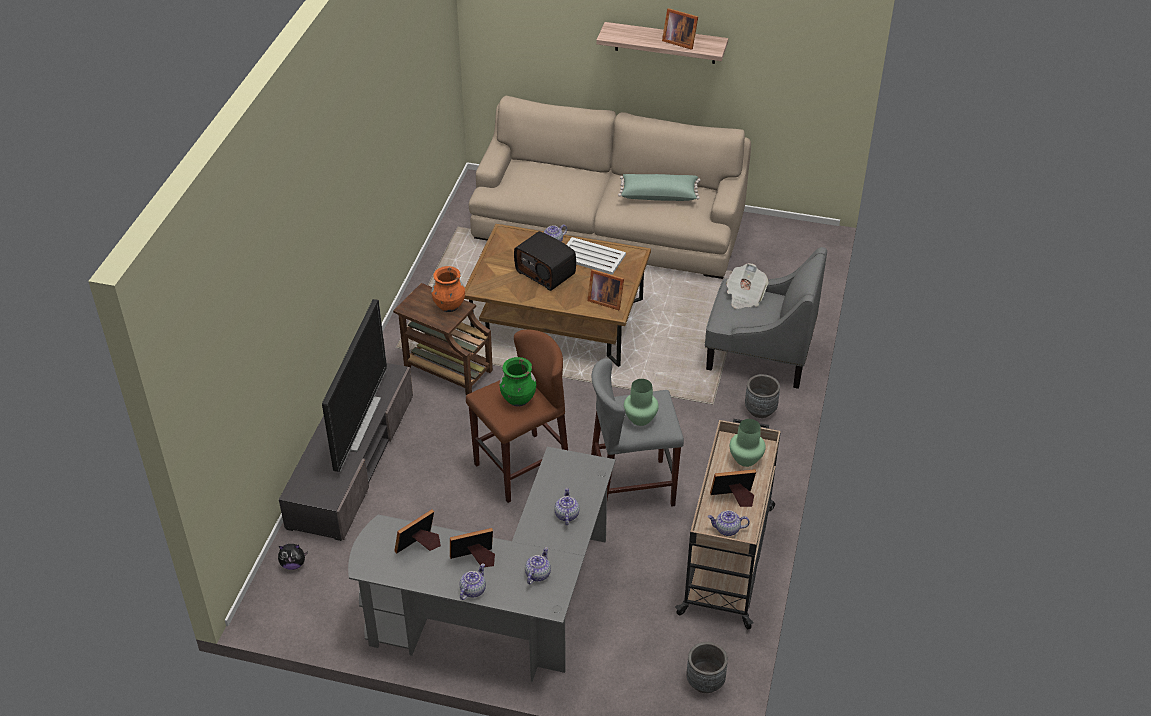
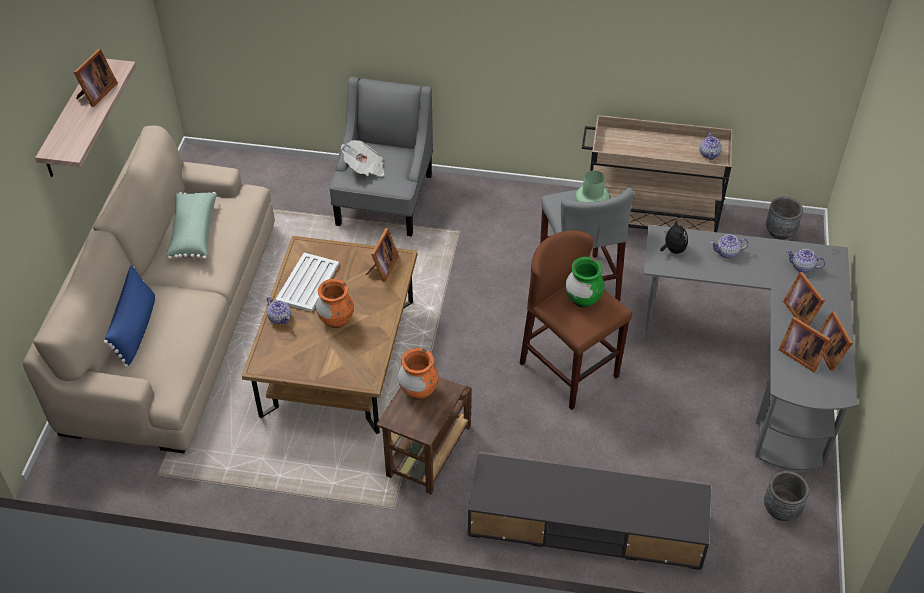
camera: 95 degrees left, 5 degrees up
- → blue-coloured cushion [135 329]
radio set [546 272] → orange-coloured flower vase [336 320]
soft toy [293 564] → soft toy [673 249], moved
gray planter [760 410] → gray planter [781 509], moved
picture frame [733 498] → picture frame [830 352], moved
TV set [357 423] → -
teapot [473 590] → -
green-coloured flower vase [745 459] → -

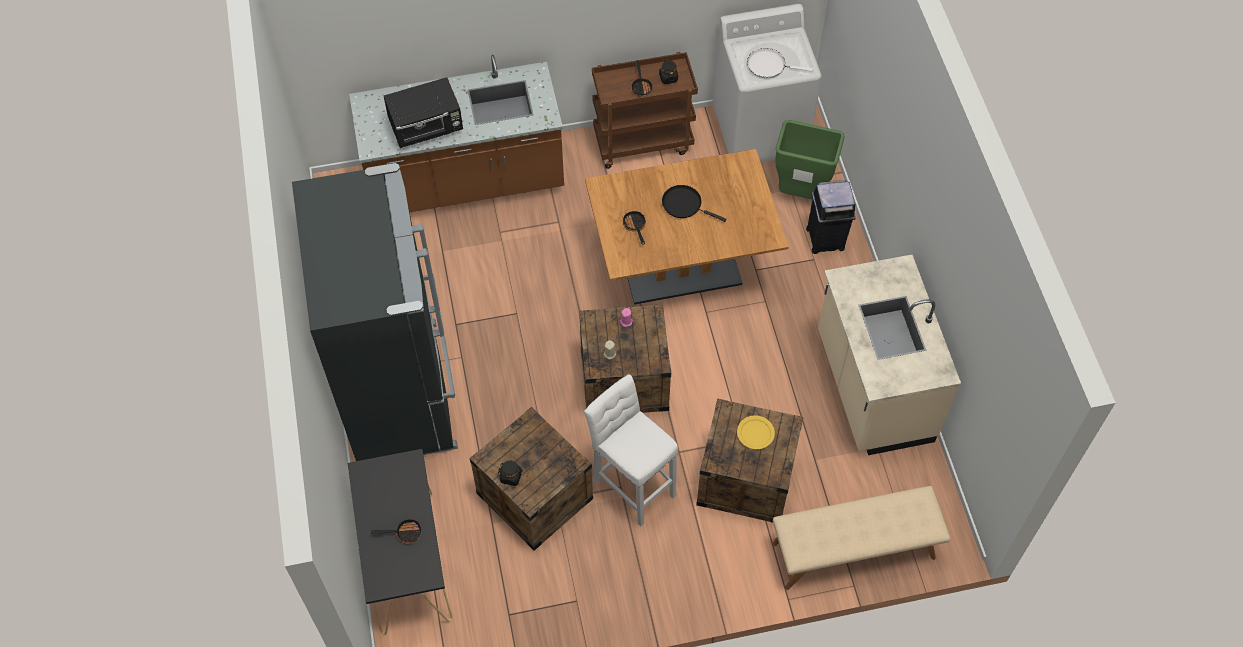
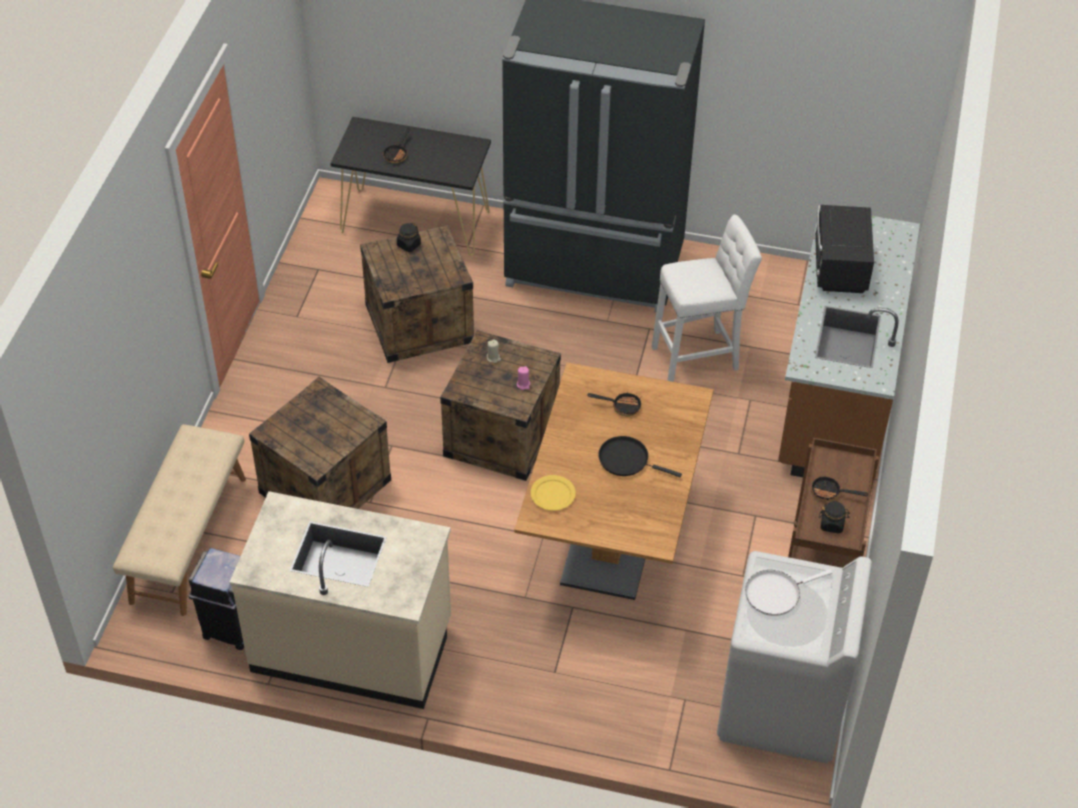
camera: 115 degrees right, 10 degrees down
black trash can [826 239] → black trash can [230 628], moved
yellowish plate [755 433] → yellowish plate [553 494], moved
black frying pan [684 204] → black frying pan [627 460], 120 degrees counterclockwise
white stool [631 484] → white stool [699 356], moved
white frying pan [769 65] → white frying pan [775 593], 150 degrees counterclockwise
green-coloured trash can [801 194] → -

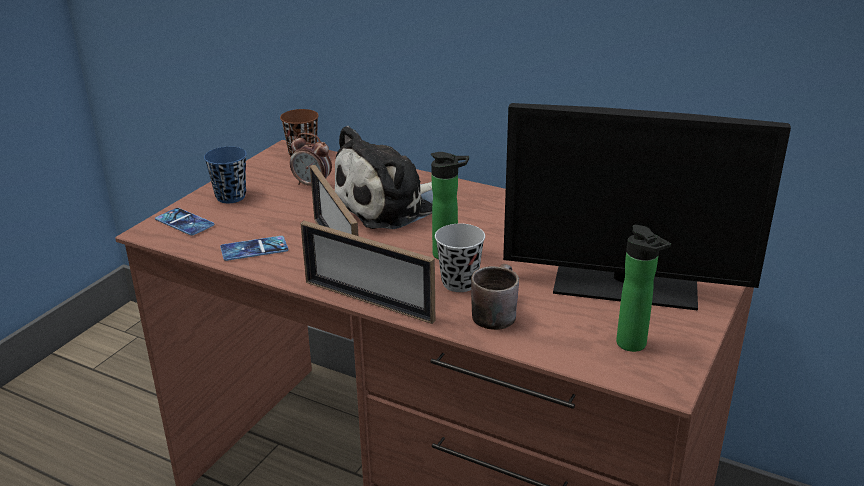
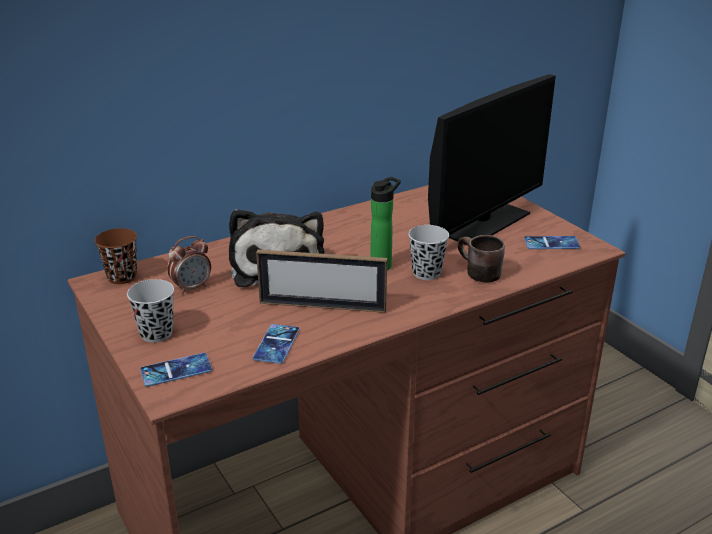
camera: 60 degrees left, 0 degrees up
blue-coloured small cup [231 197] → black small cup [156 333]
beverage bottle [634 346] → telephone [551 243]
picture frame [368 301] → -

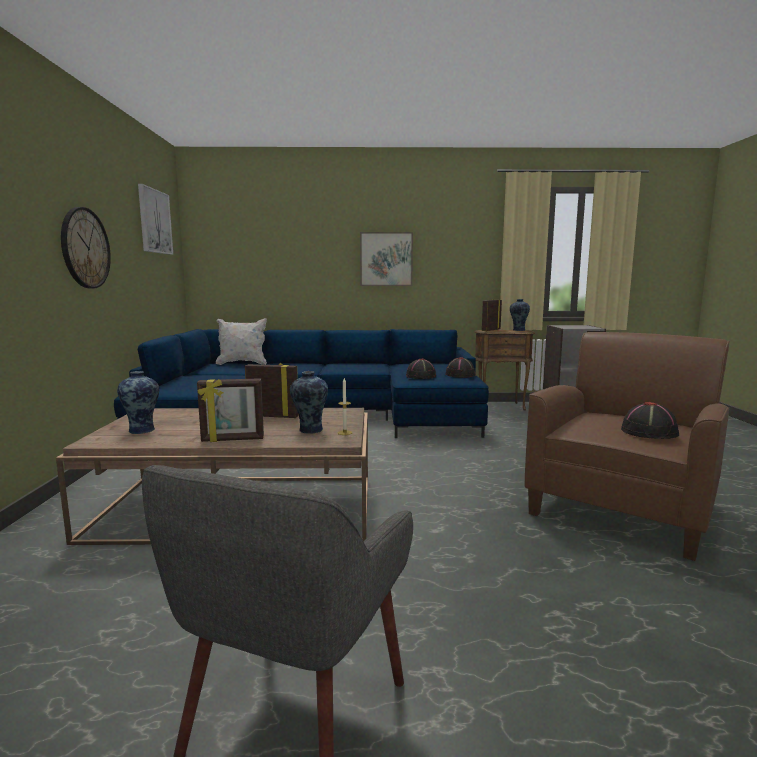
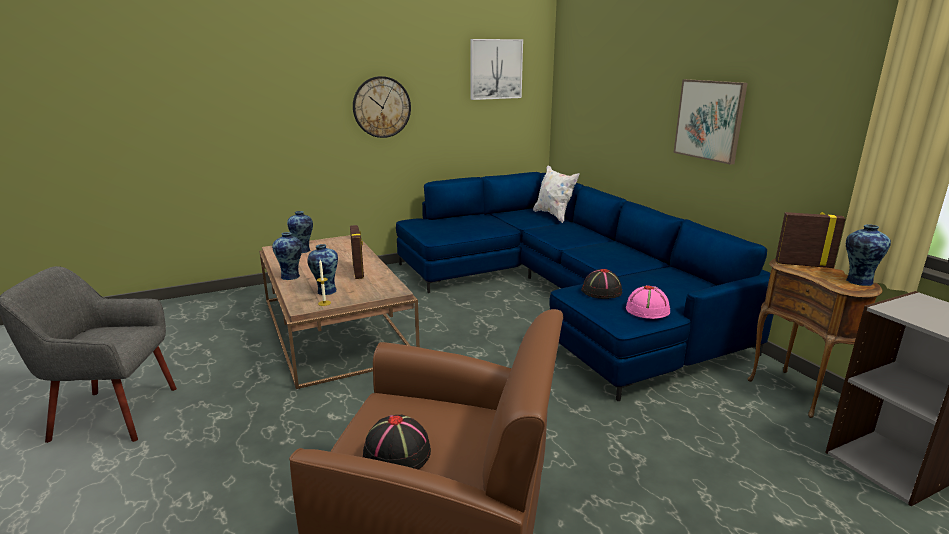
camera: 65 degrees right, 10 degrees up
picture frame [232 440] → flower vase [291 276]
black clothing hat [460 374] → pink-coloured clothing hat [647 310]

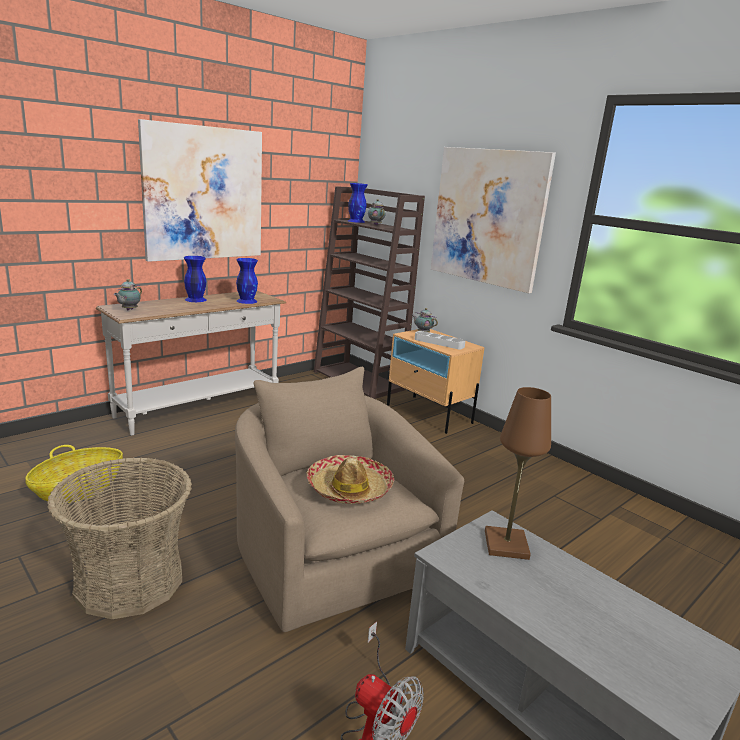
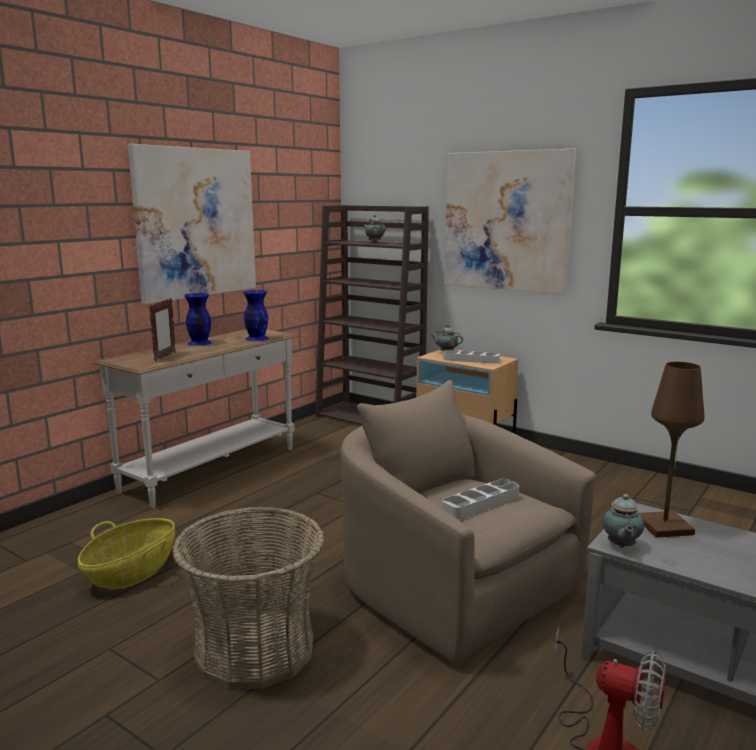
camera: 10 degrees left, 5 degrees down
- → picture frame [164 357]
clothing hat [349 489] → gray serving tray [481 503]
teapot [128 310] → teapot [620 546], moved
blue-coloured flower vase [356 221] → -

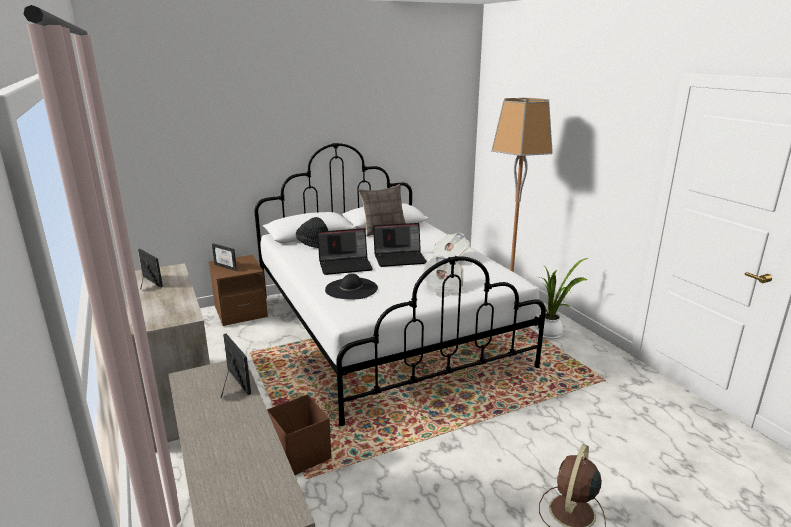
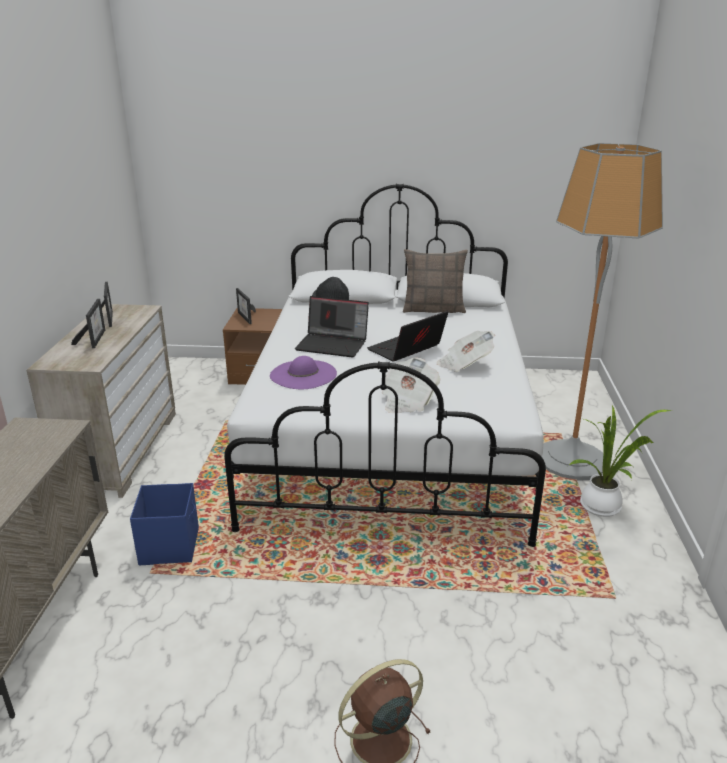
camera: 30 degrees right, 5 degrees up
picture frame [233 382] → picture frame [94 338], moved
brown storage box [300 454] → blue-coloured storage box [170 545]
black clothing hat [351 289] → purple-coloured clothing hat [303 374]
laptop [400 258] → laptop [406 350], 120 degrees clockwise

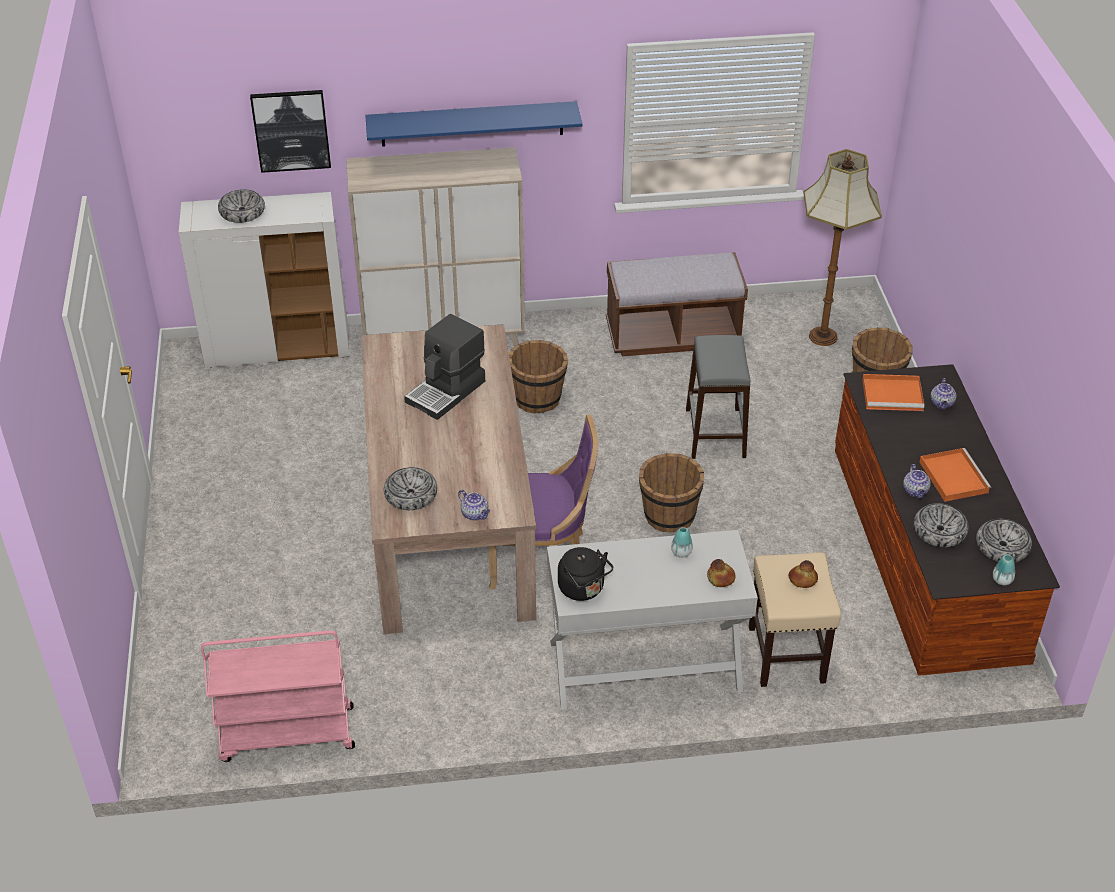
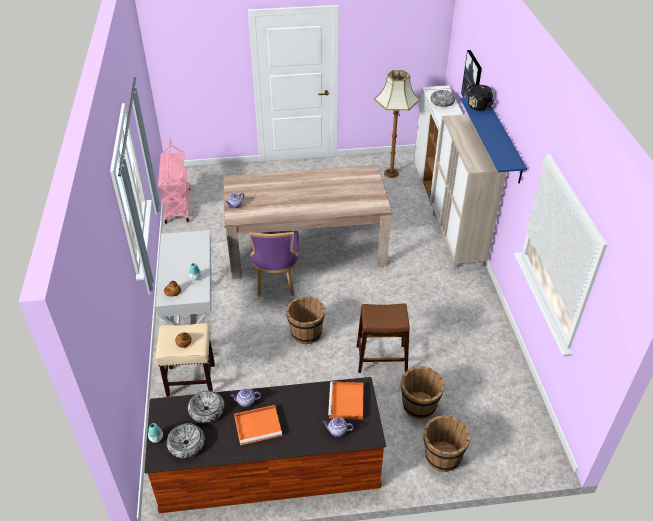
camera: 90 degrees right, 0 degrees up
gray stool [716 433] → brown stool [381 359]
standard lamp [822 337] → standard lamp [390 173], moved
brown pail [538 398] → brown pail [419 406], moved
black tea kettle [583 589] → black tea kettle [478 107], moved
deep dish [411 495] → -
coffee brewer [447 391] → -
brown long seat [672 336] → -

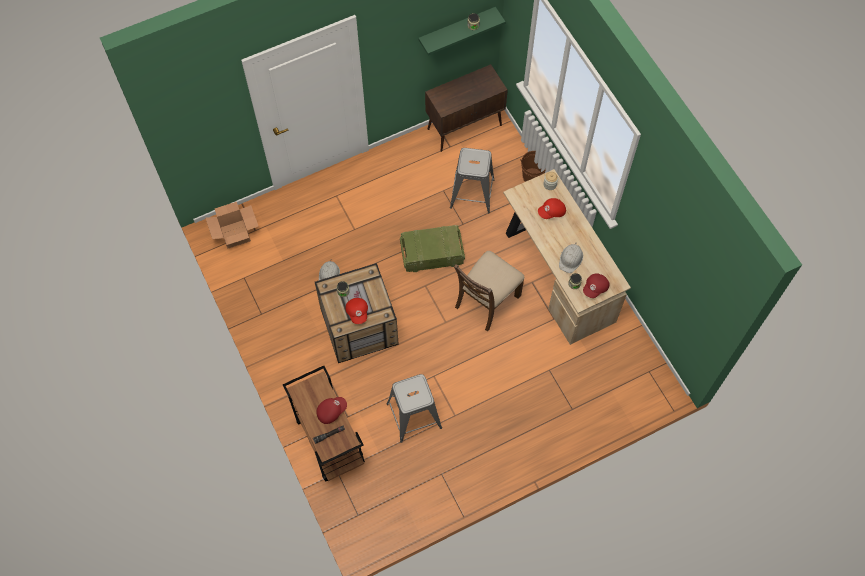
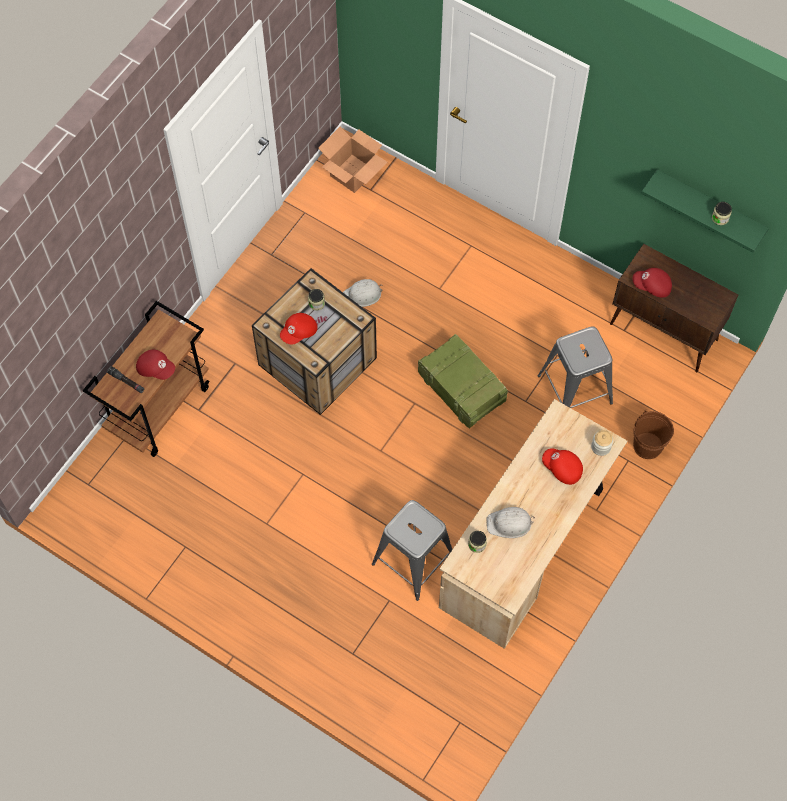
camera: 60 degrees right, 0 degrees up
gray stool [414 415] → gray stool [414 560], moved
red baseball cap [595 288] → red baseball cap [652 286], moved
brown chair [486 301] → -

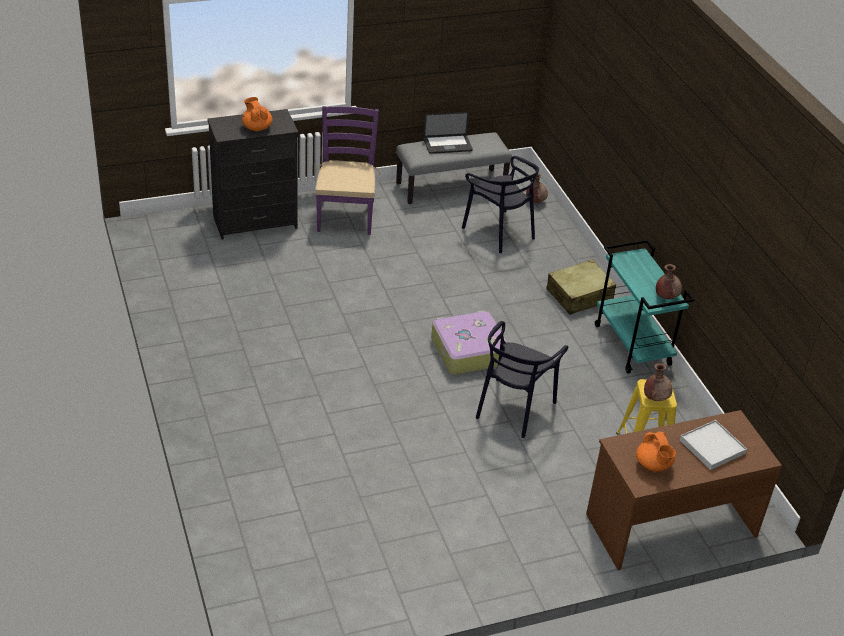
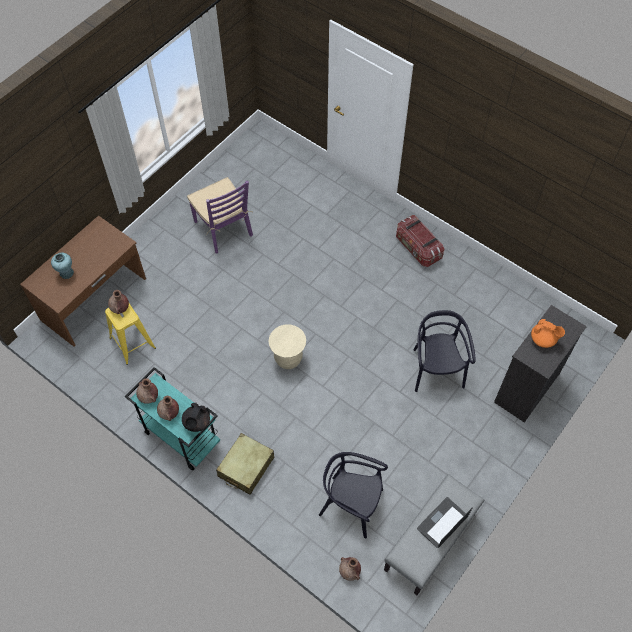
camera: 150 degrees right, 20 degrees up
white serving tray [712 447] → turquoise-coloured flower vase [66 273]
- → brown flower vase [169 413]
- → black teapot [196 423]
purple-coloured chair [345 215] → purple-coloured chair [223 228], moved
piece of luggage [468 351] → sand-coloured stool [288 358]
- → storage box [417 248]
black chair [513 408] → black chair [436 369], moved
orange-coloured teapot [653 465] → -

